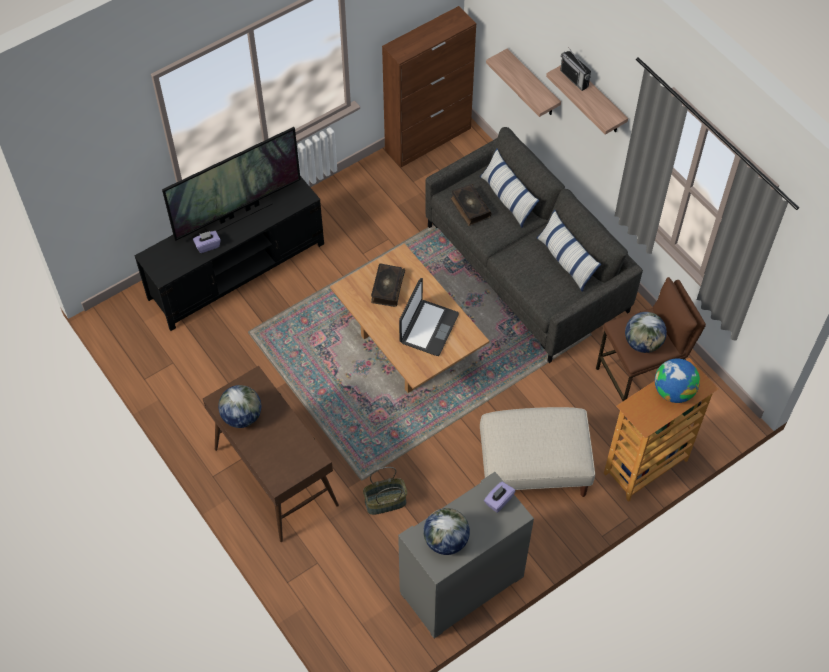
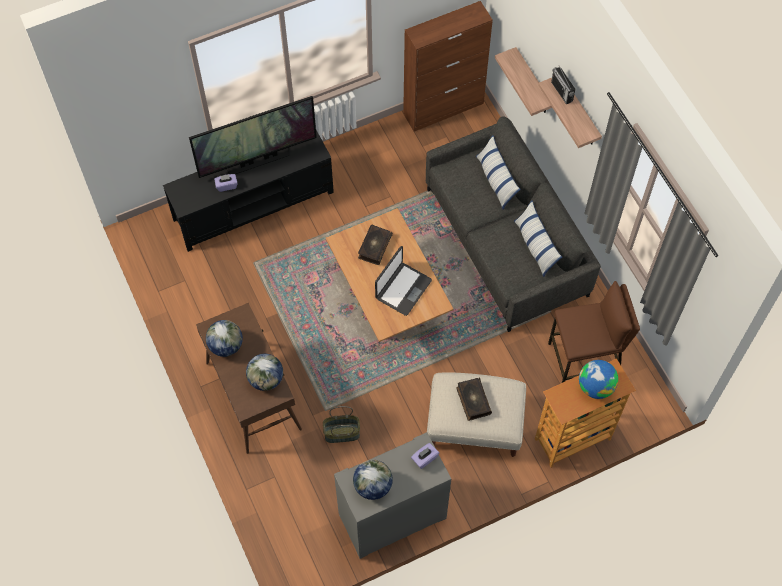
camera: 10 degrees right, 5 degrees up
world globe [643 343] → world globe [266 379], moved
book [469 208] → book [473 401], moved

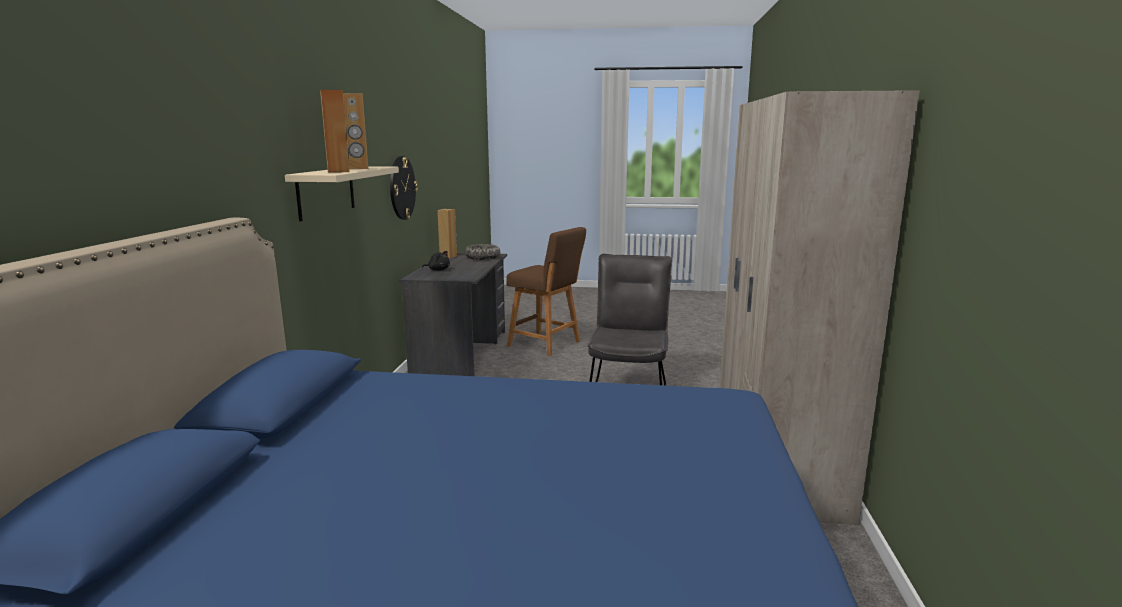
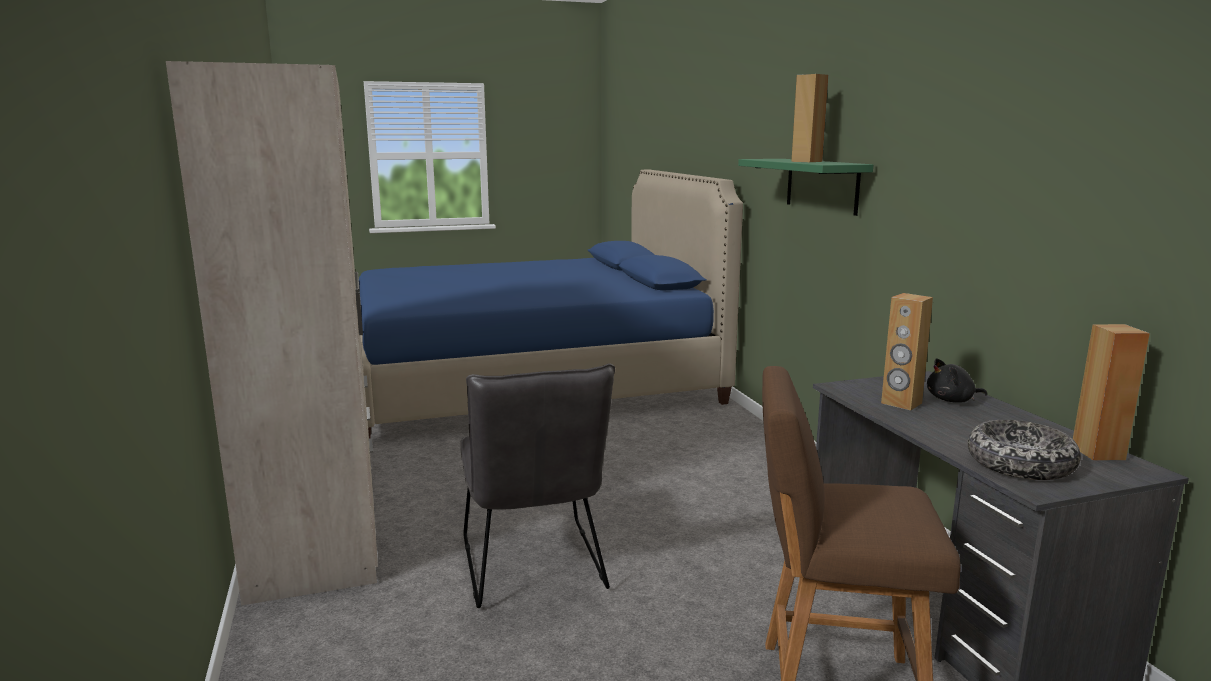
camera: 155 degrees right, 0 degrees up
sand-coloured wall shelf [326 192] → green-coloured wall shelf [821 185]
brown loudspeaker [339 171] → brown loudspeaker [901 403], moved
wall clock [402 188] → -

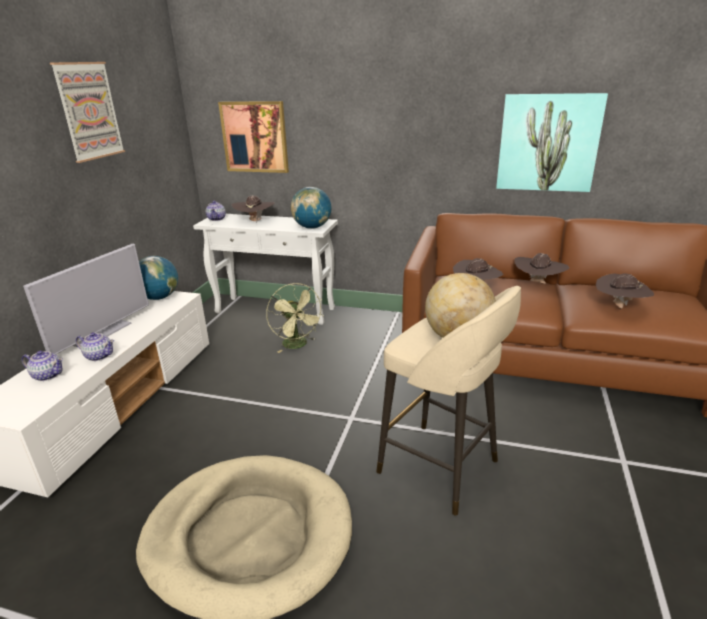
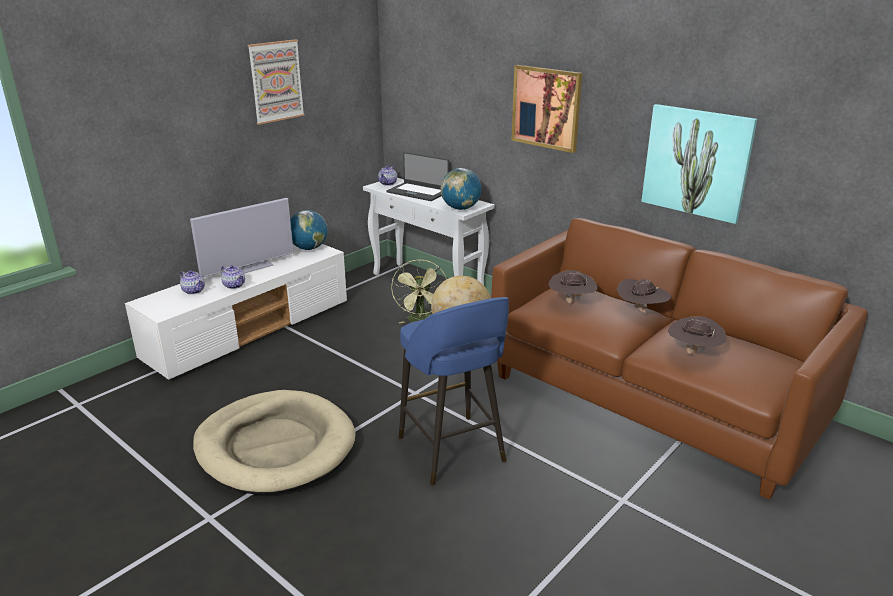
camera: 25 degrees right, 0 degrees up
brown clothing hat [255 221] → laptop [418 192]
sand-coloured stool [441 468] → blue-coloured stool [452 451]
wall art [255 137] → wall art [546 108], moved

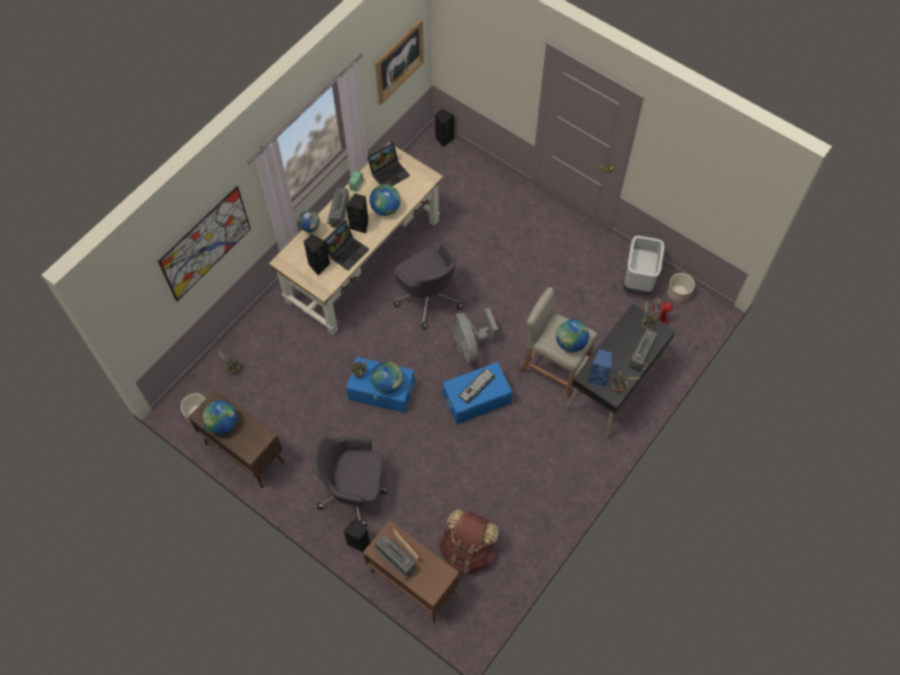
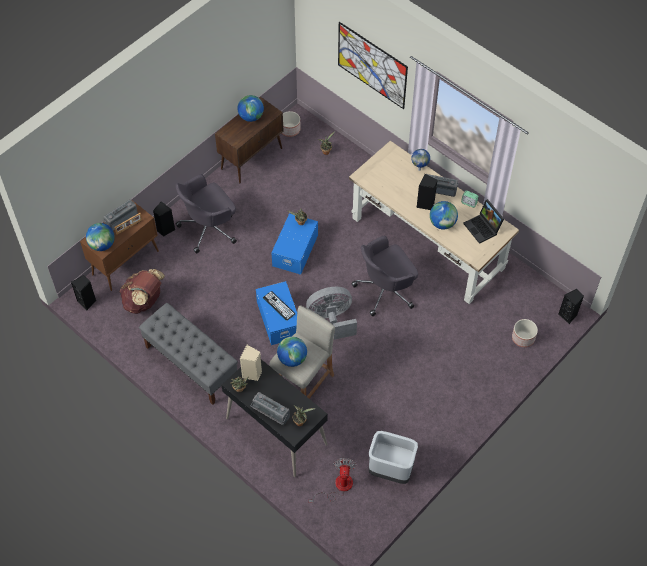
camera: 95 degrees right, 5 degrees down
black loudspeaker [318 265] → black loudspeaker [87 302], moved
world globe [387 384] → world globe [102 245], moved
- → gray long seat [191 364]
gray office chair [354 490] → gray office chair [209 228], 135 degrees counterclockwise
blue-coloured loudspeaker [598 378] → sand-coloured loudspeaker [252 373]
planter [678 293] → planter [523 338], moved
laptop [347 251] → -
wall art [399 61] → -

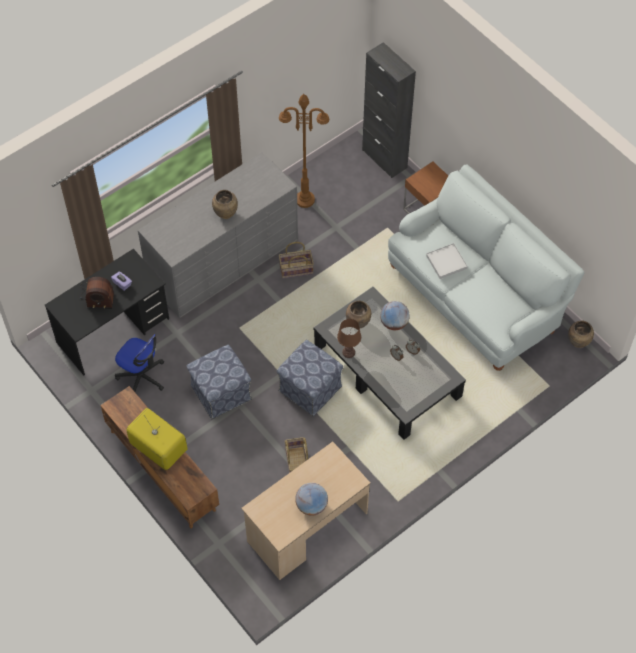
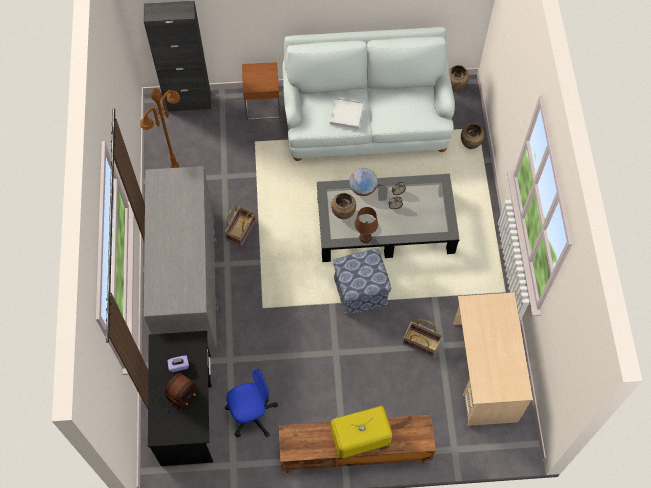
camera: 55 degrees left, 5 degrees up
brown flower vase [226 214] → brown flower vase [470 144], moved
pouffe [220 393] → -
world globe [311 505] → -

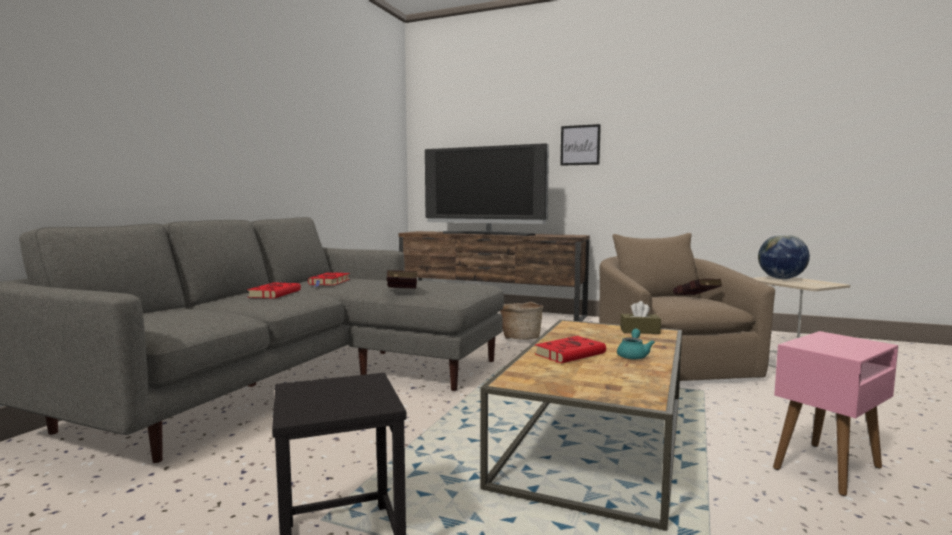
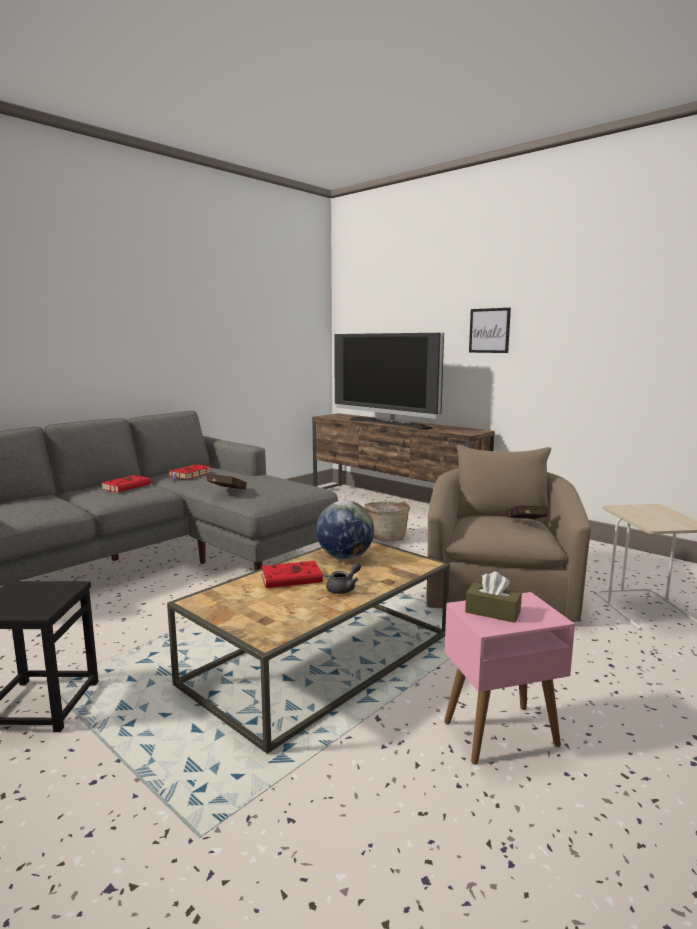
camera: 20 degrees right, 5 degrees up
world globe [781 278] → world globe [345 557], moved
turquoise-coloured teapot [633 355] → gray teapot [344 588]
brown box of tissues [640 331] → brown box of tissues [492 612], moved

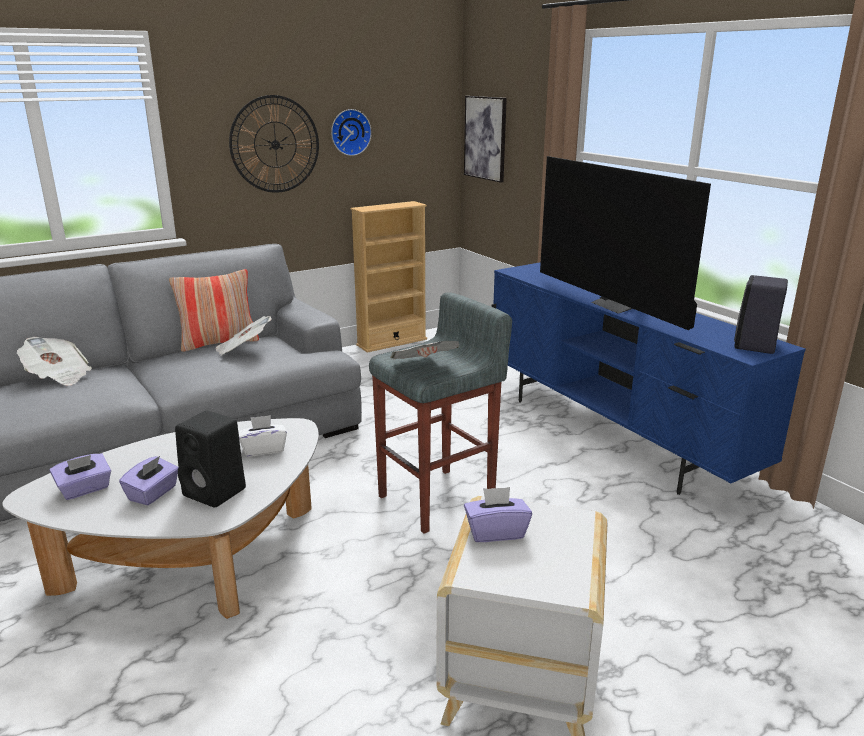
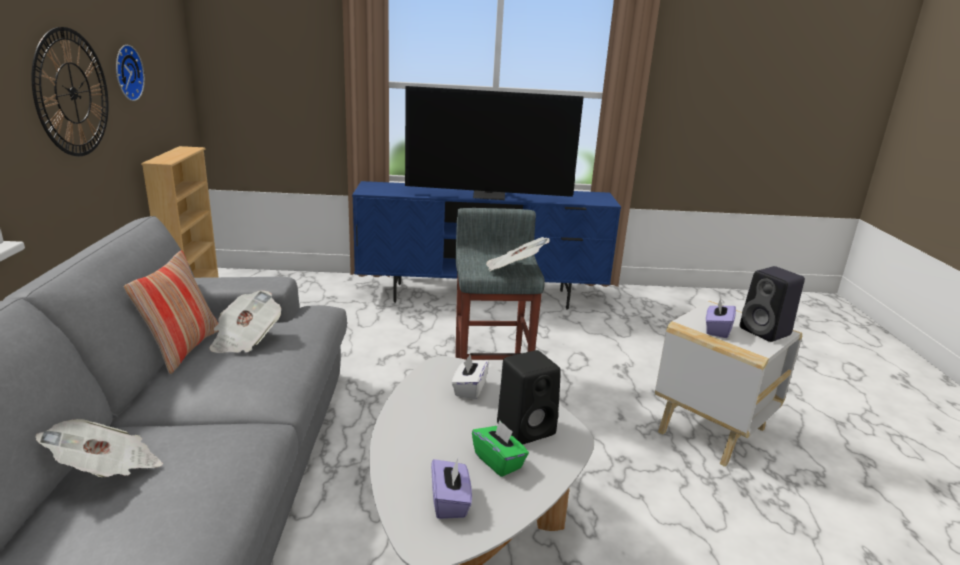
camera: 60 degrees left, 0 degrees up
purple-coloured box of tissues [153 493] → green-coloured box of tissues [498 461]
black loudspeaker [755 346] → black loudspeaker [766 332], moved
wall art [485 138] → -

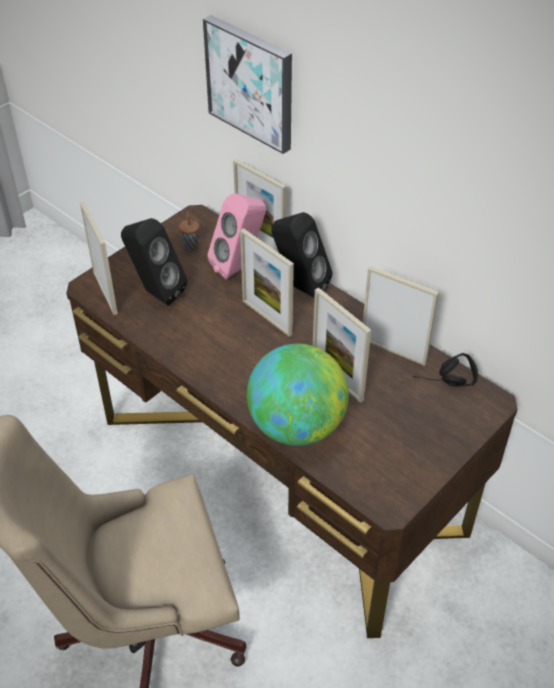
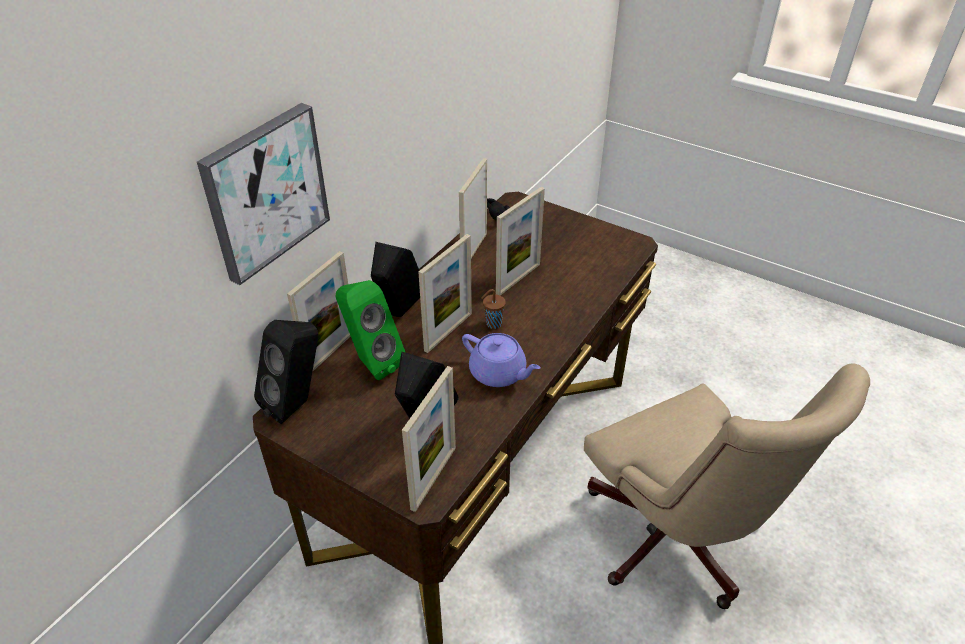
camera: 100 degrees left, 5 degrees down
- → black loudspeaker [297 403]
pink-coloured loudspeaker [240 266] → green-coloured loudspeaker [371 363]
picture frame [105 293] → picture frame [433 478], 150 degrees clockwise
- → purple-coloured teapot [499 373]
brown small cup [190 245] → brown small cup [492 324], moved
world globe [296 425] → -

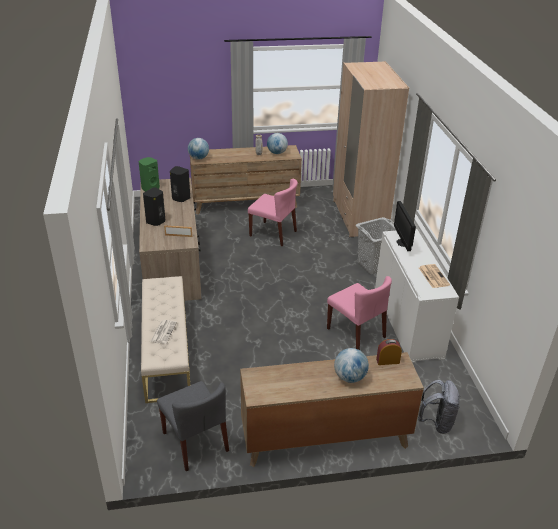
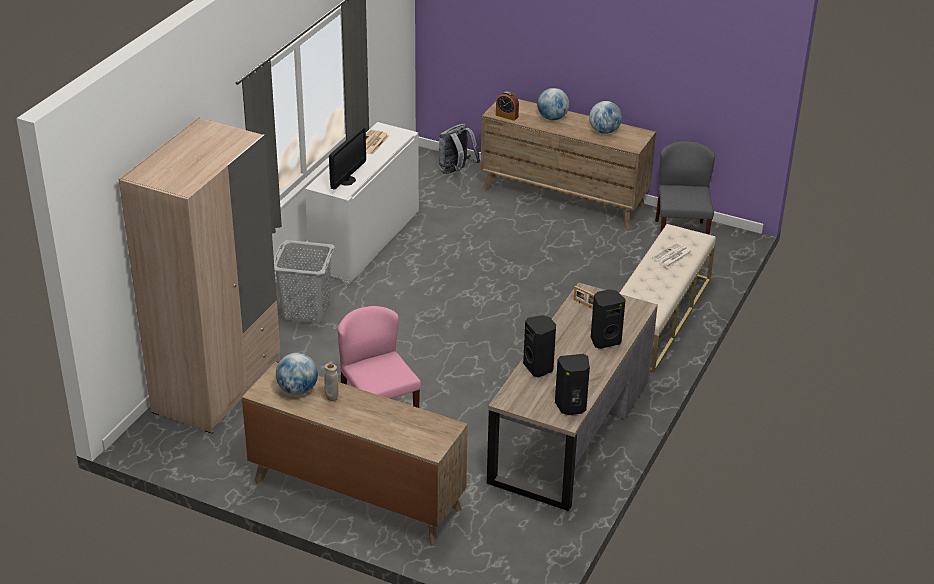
camera: 145 degrees left, 0 degrees up
green-coloured loudspeaker [150 188] → black loudspeaker [571 407]
world globe [198 158] → world globe [604 131], moved
pink-coloured chair [356 333] → -

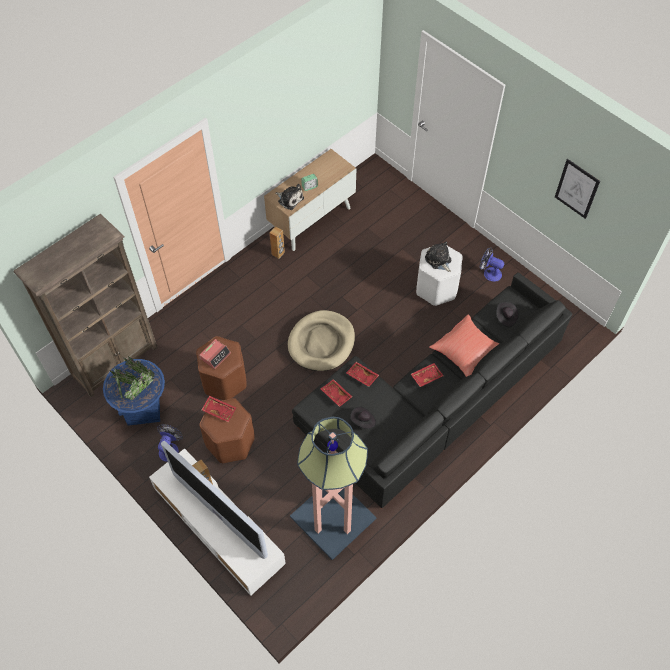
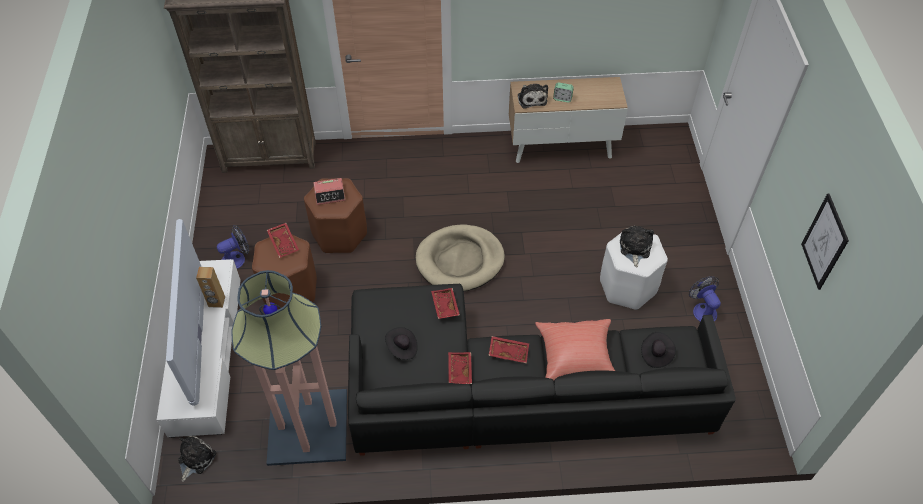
camera: 40 degrees right, 5 degrees down
- → soft toy [195 459]
red serving tray [335 395] → red serving tray [459 370], moved
blue-coloured planter [143 409] → -
brown loudspeaker [278 253] → -

